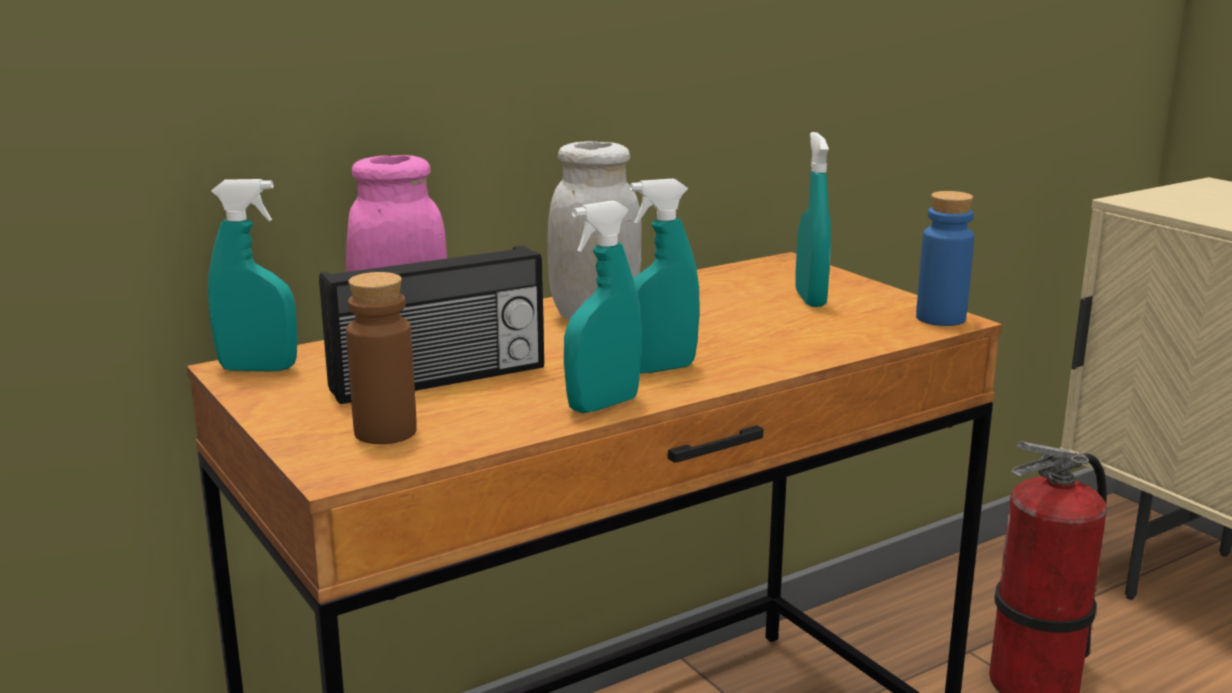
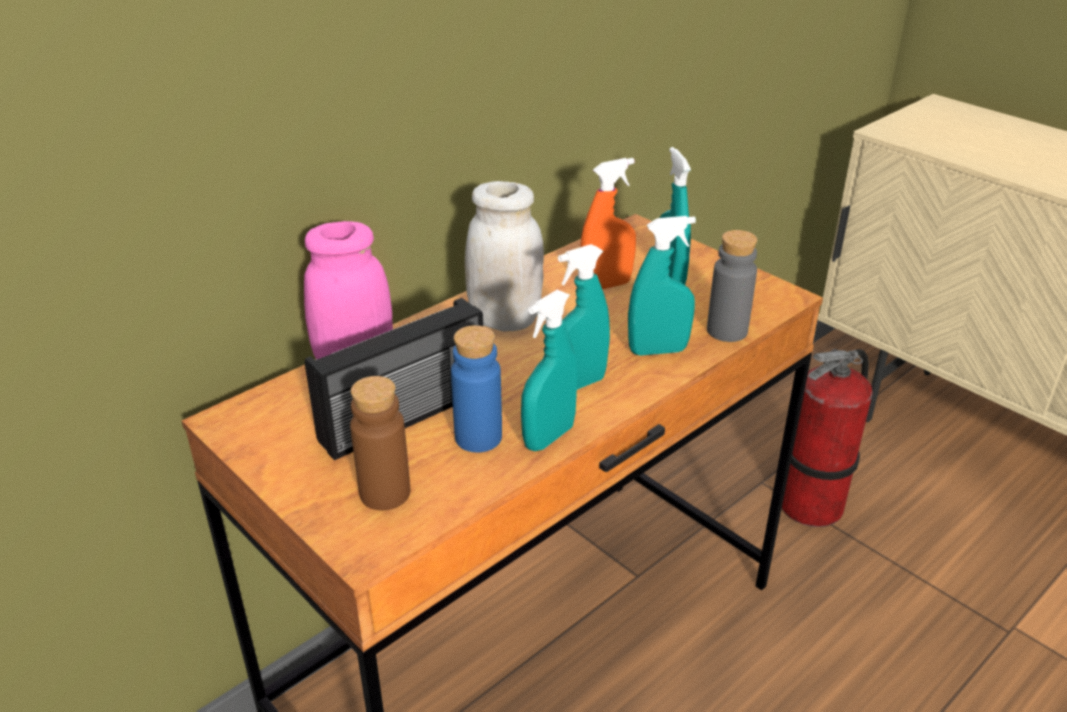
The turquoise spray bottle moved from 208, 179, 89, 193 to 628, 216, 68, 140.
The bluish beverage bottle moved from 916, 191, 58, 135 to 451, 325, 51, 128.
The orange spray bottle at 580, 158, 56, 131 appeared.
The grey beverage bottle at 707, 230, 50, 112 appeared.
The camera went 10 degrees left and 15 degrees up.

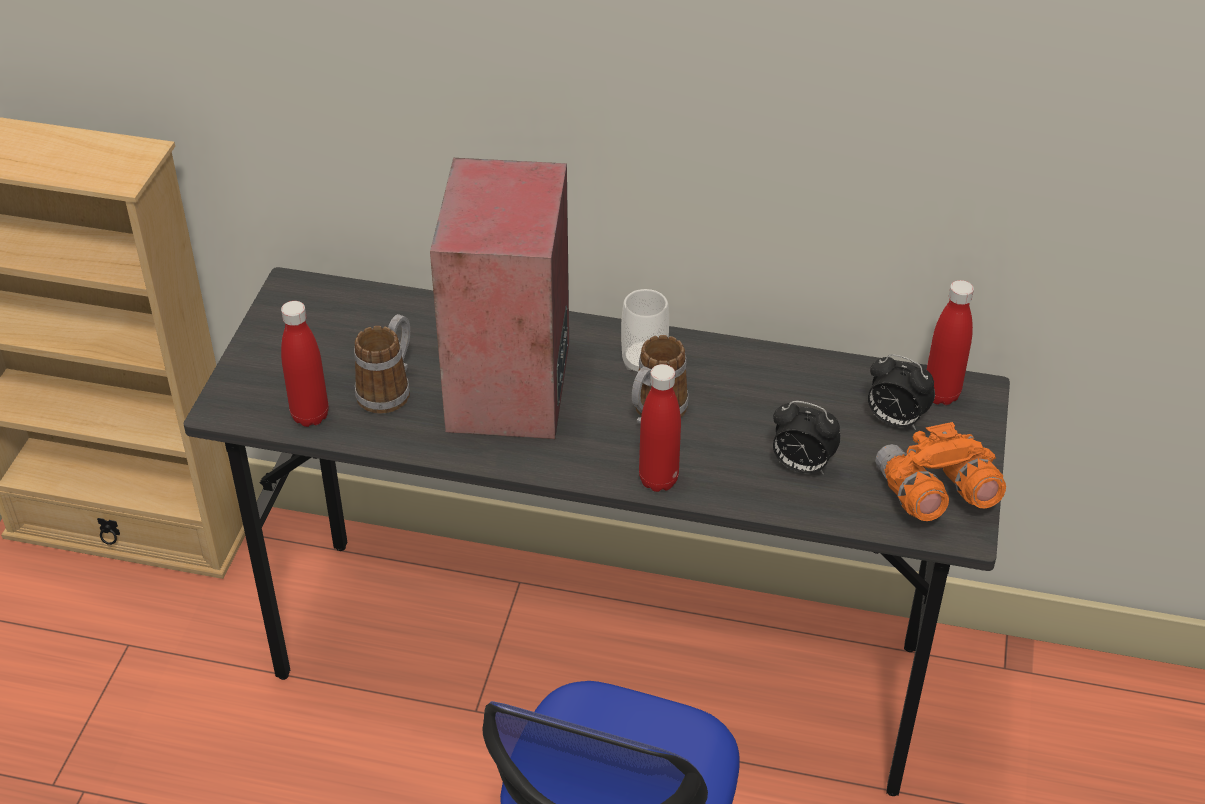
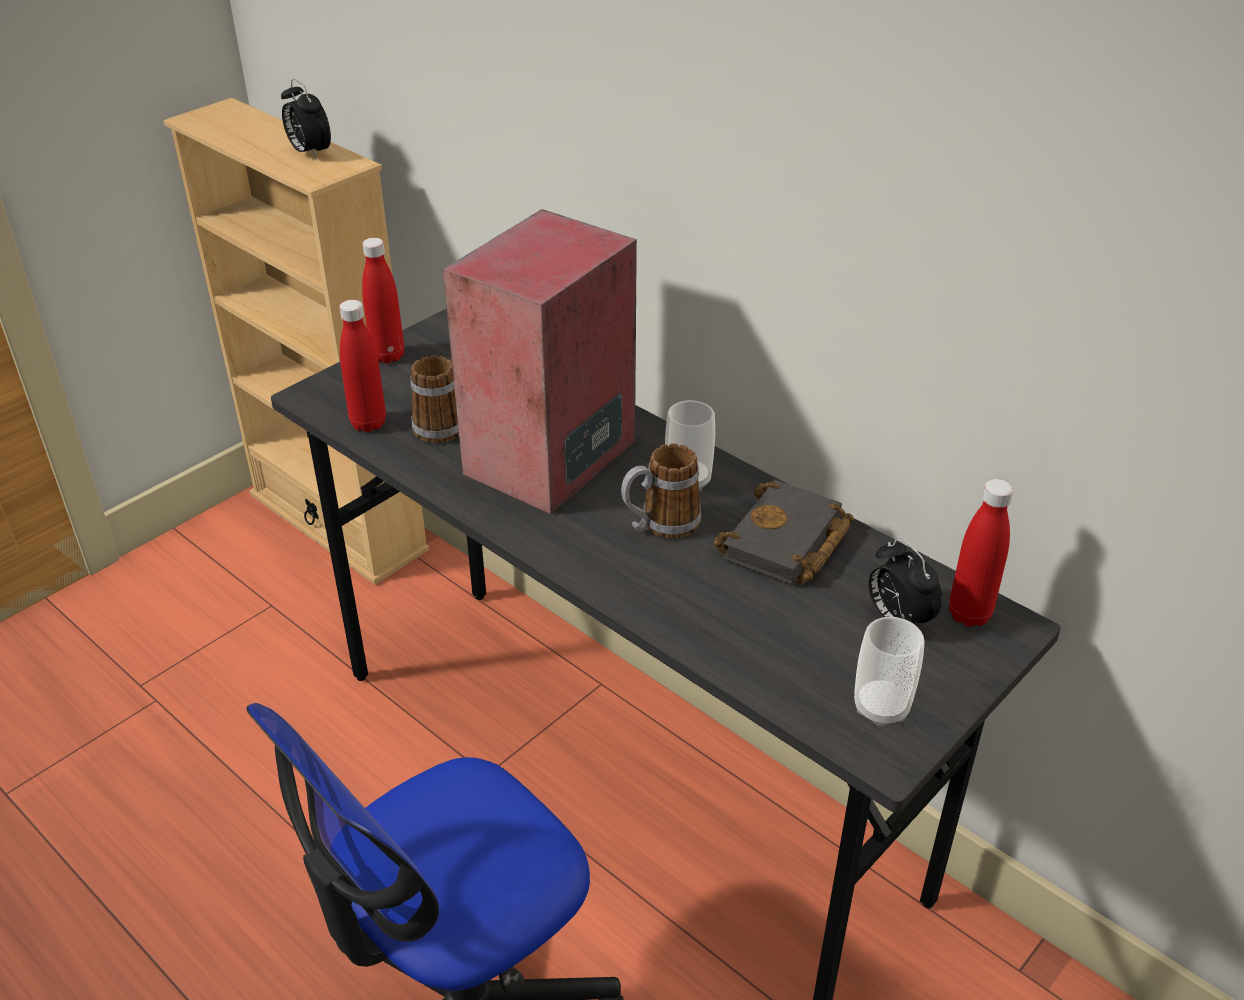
The red beverage bottle moved from 639, 364, 42, 128 to 362, 238, 42, 126.
The alarm clock moved from 773, 401, 68, 73 to 281, 79, 50, 80.
The orange binoculars at 875, 422, 131, 99 was replaced by the small cup at 854, 617, 71, 109.
The black-coloured bound book at 713, 480, 141, 104 appeared.
The camera went 30 degrees right and 5 degrees down.

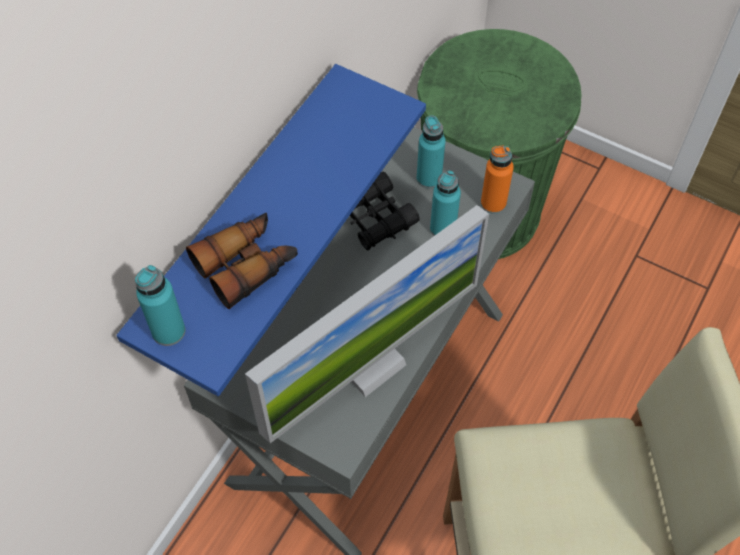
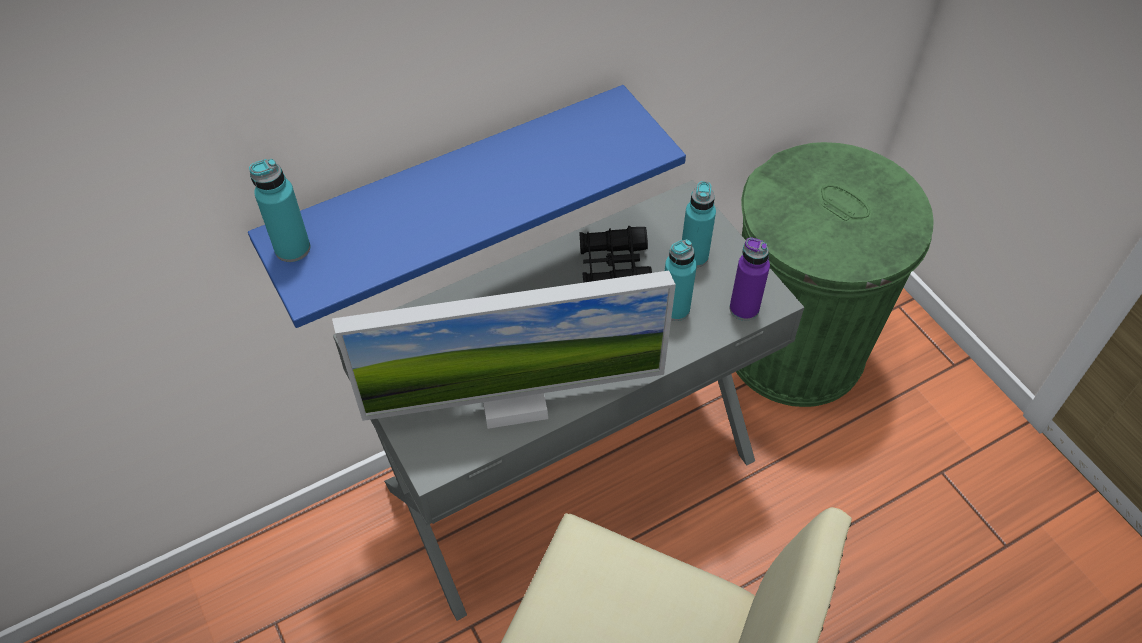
The orange beverage bottle at 481, 145, 33, 69 became the purple beverage bottle at 729, 237, 41, 84.
The binoculars at 186, 213, 112, 96 disappeared.
The camera went 30 degrees right and 5 degrees down.

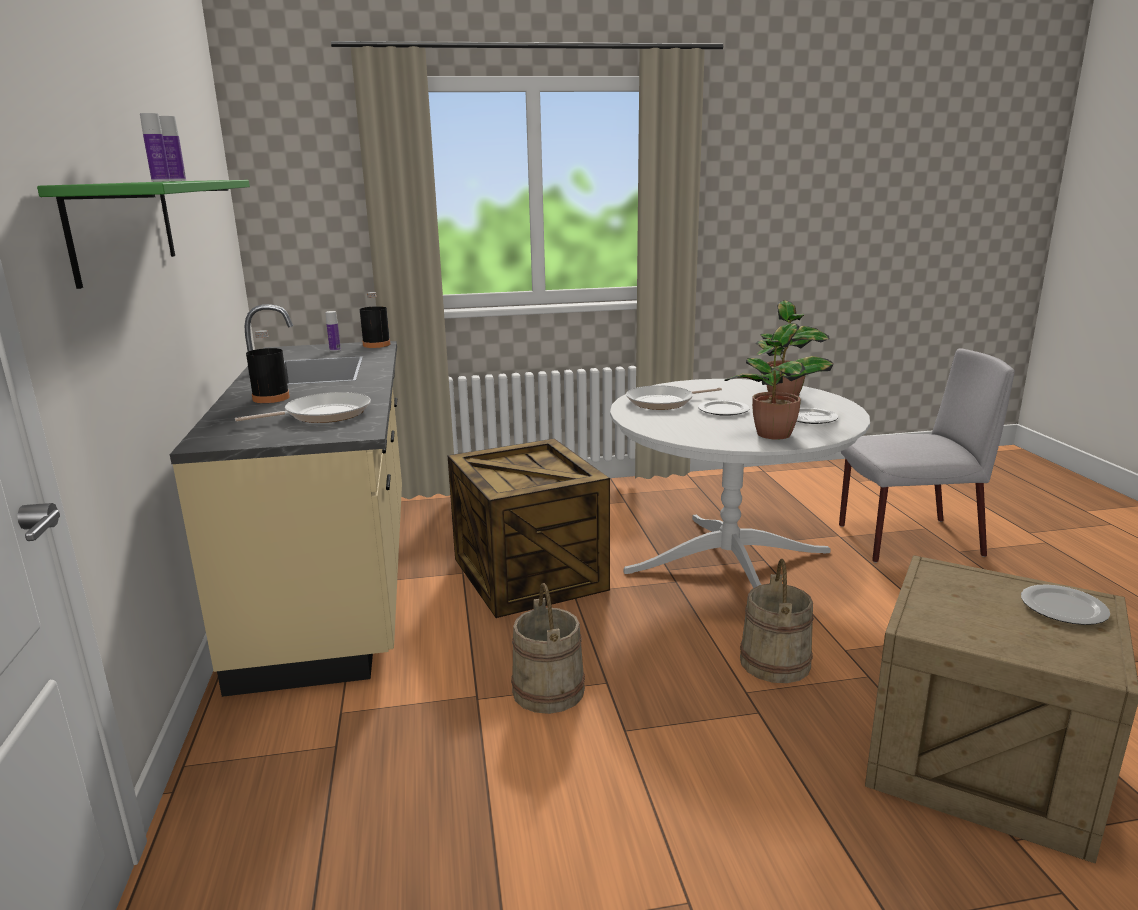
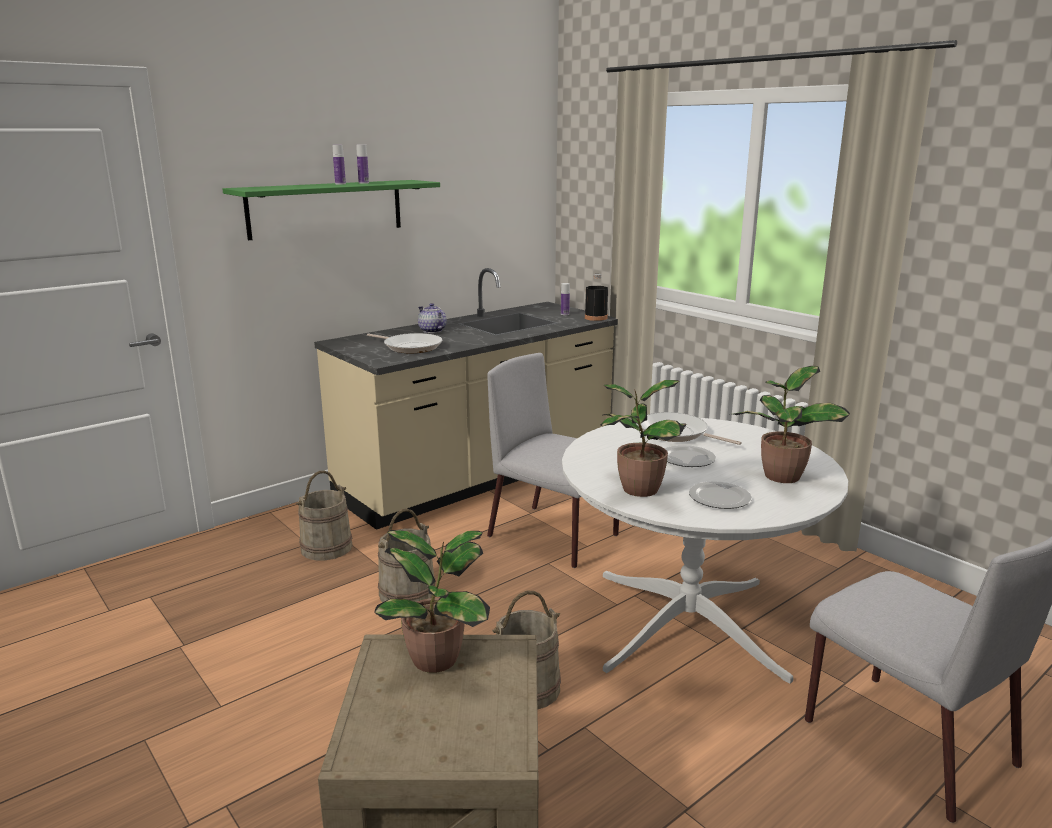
The black-coloured beverage bottle at 246, 330, 44, 73 was replaced by the tea pot at 418, 303, 28, 30.
The packing crate at 447, 438, 163, 180 was replaced by the grey upright chair at 487, 353, 132, 215.
The plate at 1021, 584, 89, 41 disappeared.
The beige-coloured water bucket at 296, 471, 57, 90 appeared.
The potted plant at 374, 530, 116, 143 appeared.
The camera went 60 degrees right and 0 degrees up.

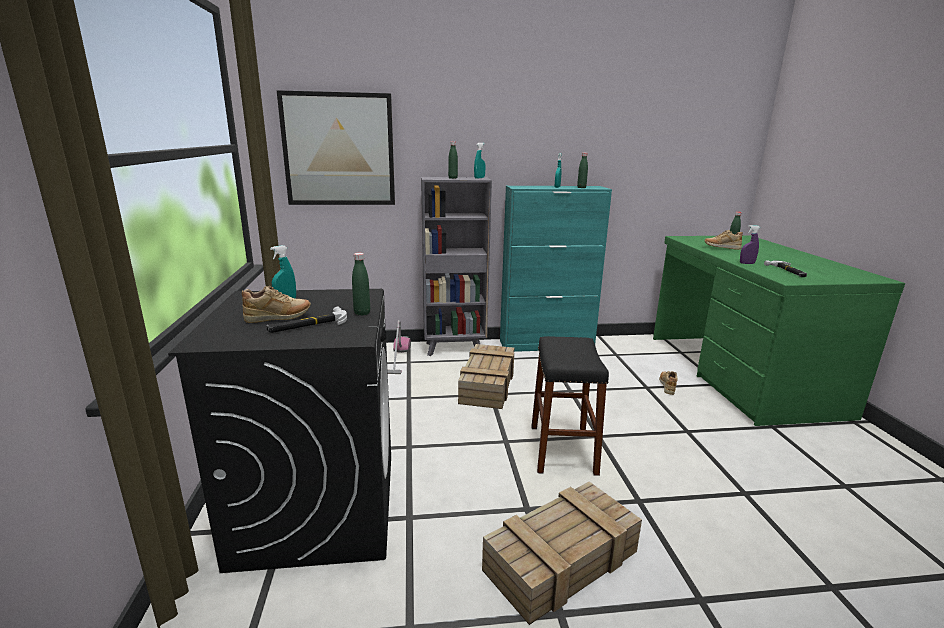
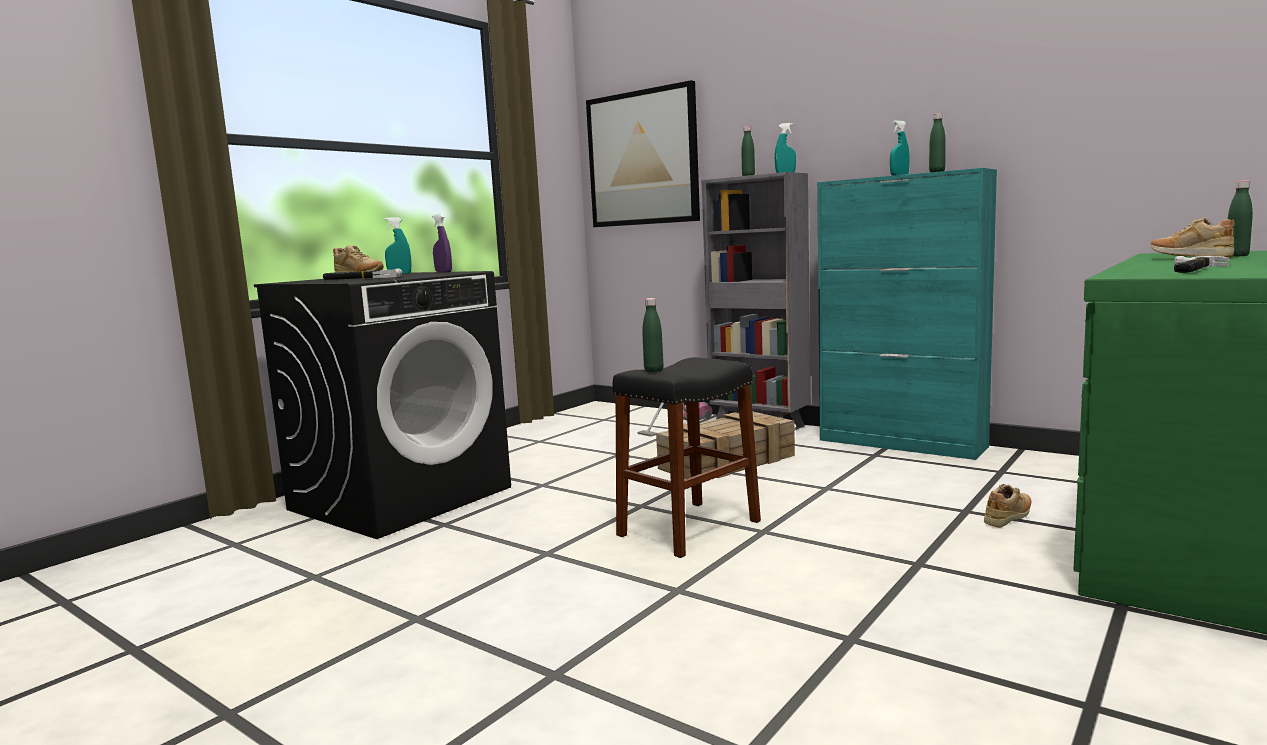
The purple spray bottle moved from 740, 225, 20, 39 to 432, 214, 20, 59.
The greenish beverage bottle moved from 352, 253, 18, 63 to 642, 298, 21, 74.
The packing crate at 482, 481, 160, 144 disappeared.
The camera went 45 degrees right and 10 degrees down.

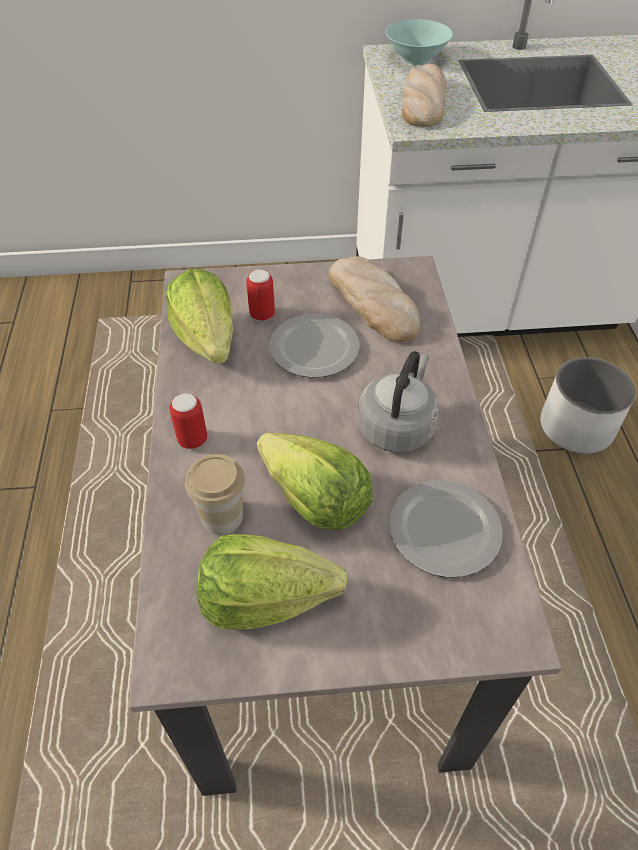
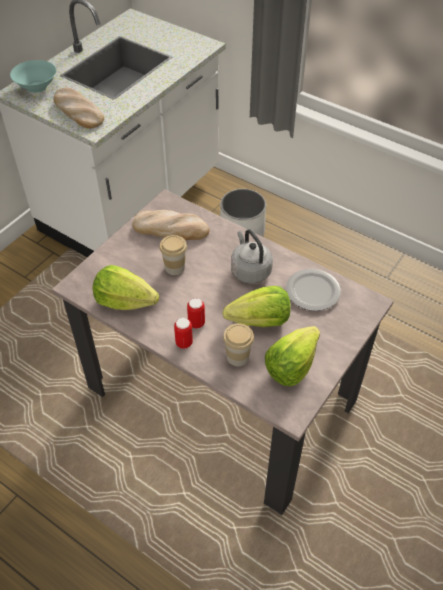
The can moved from 246, 270, 29, 51 to 187, 298, 18, 31.
The plate at 269, 314, 91, 64 was replaced by the small cup at 159, 235, 28, 40.
The camera went 50 degrees left and 0 degrees up.

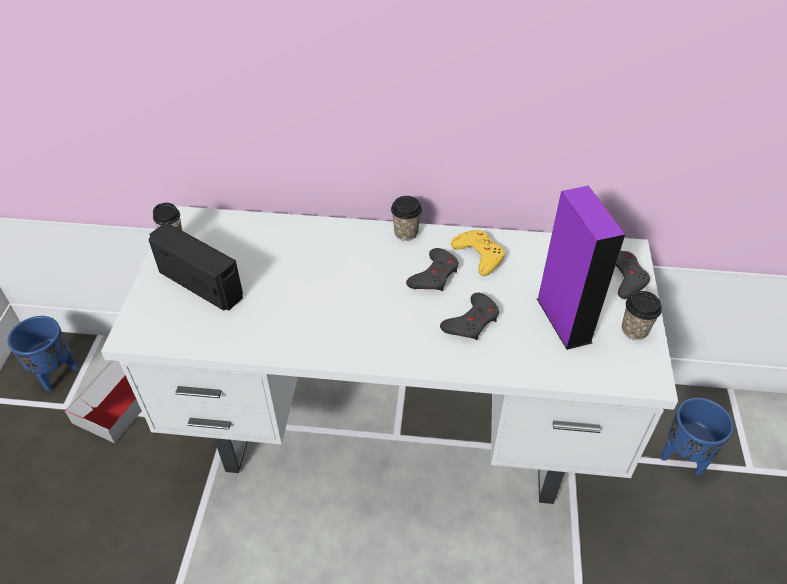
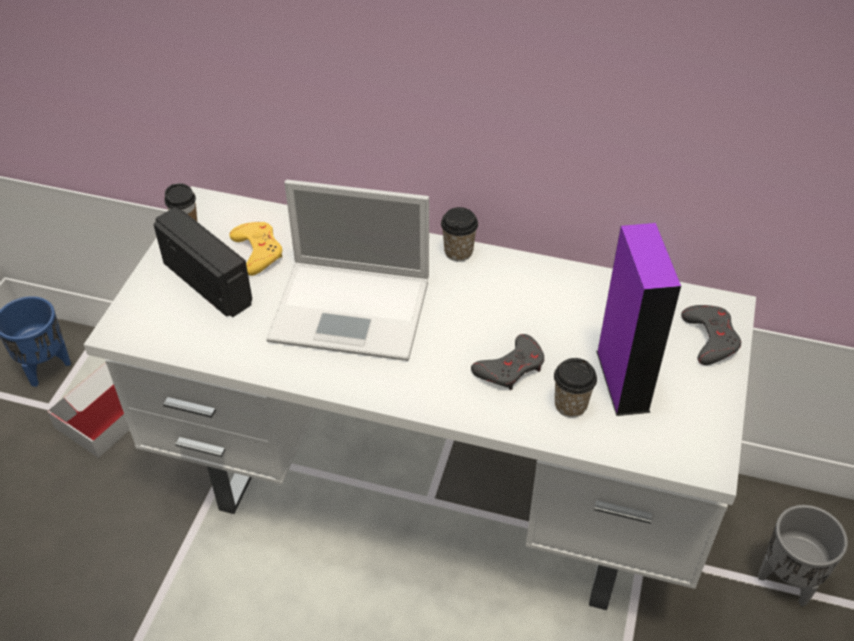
The yellowish joypad moved from 451, 230, 54, 46 to 229, 222, 53, 54.
The grey joypad at 406, 248, 53, 43 disappeared.
The small cup moved from 622, 291, 40, 49 to 554, 358, 43, 60.
The bluish plant pot at 661, 398, 73, 78 became the grey plant pot at 758, 505, 90, 102.
The notebook computer at 266, 180, 163, 181 appeared.
The camera went 10 degrees right and 0 degrees up.

